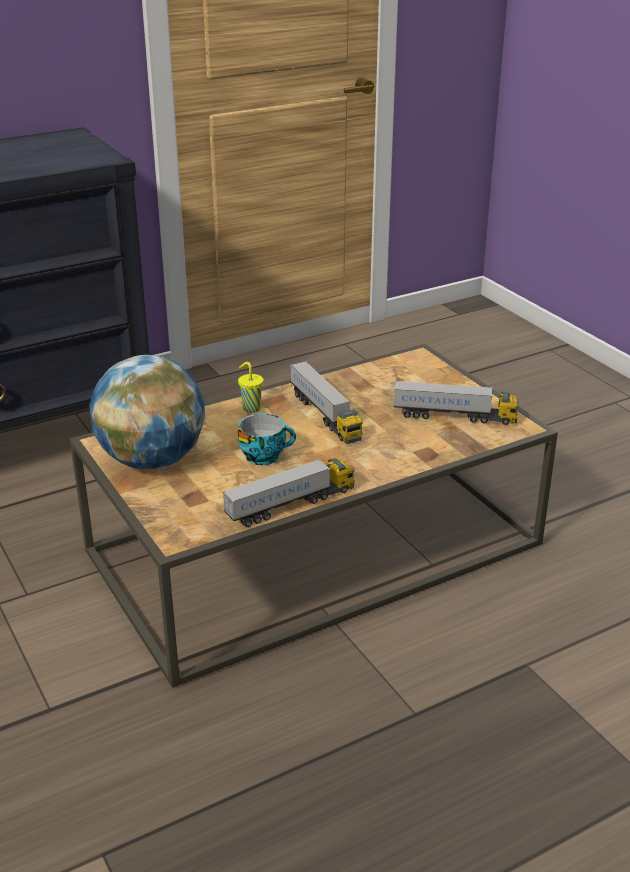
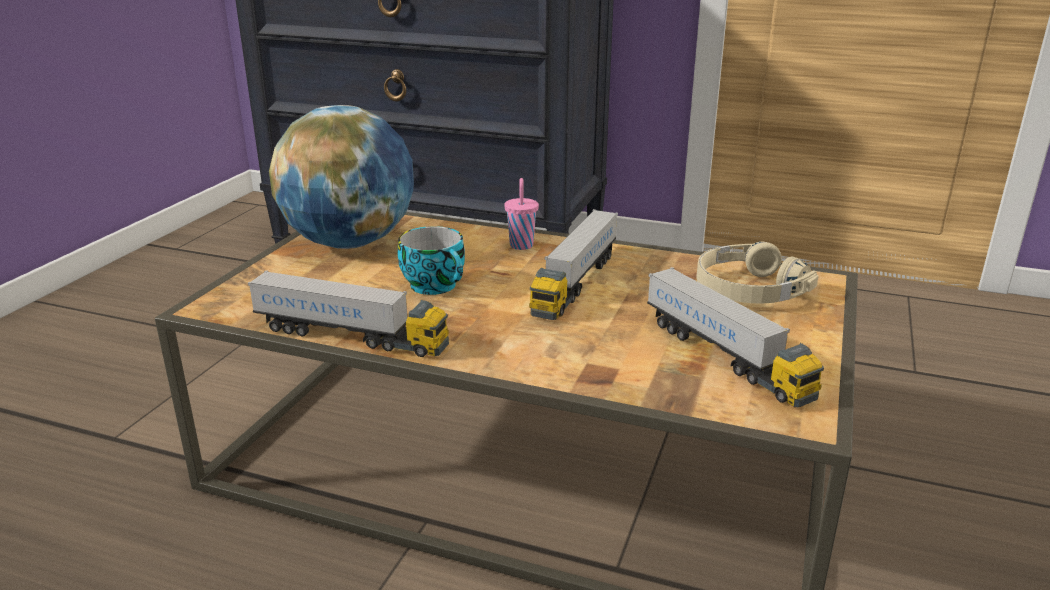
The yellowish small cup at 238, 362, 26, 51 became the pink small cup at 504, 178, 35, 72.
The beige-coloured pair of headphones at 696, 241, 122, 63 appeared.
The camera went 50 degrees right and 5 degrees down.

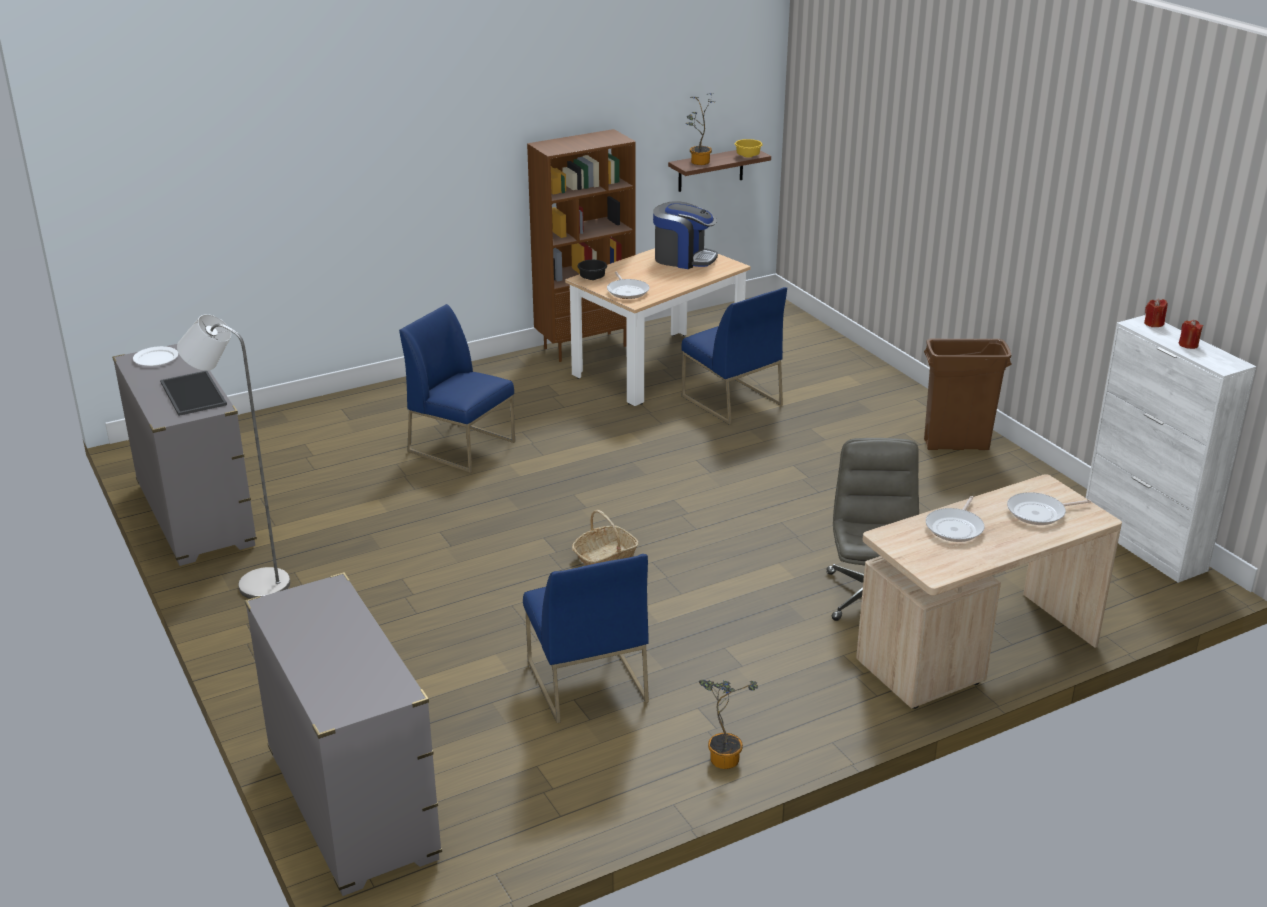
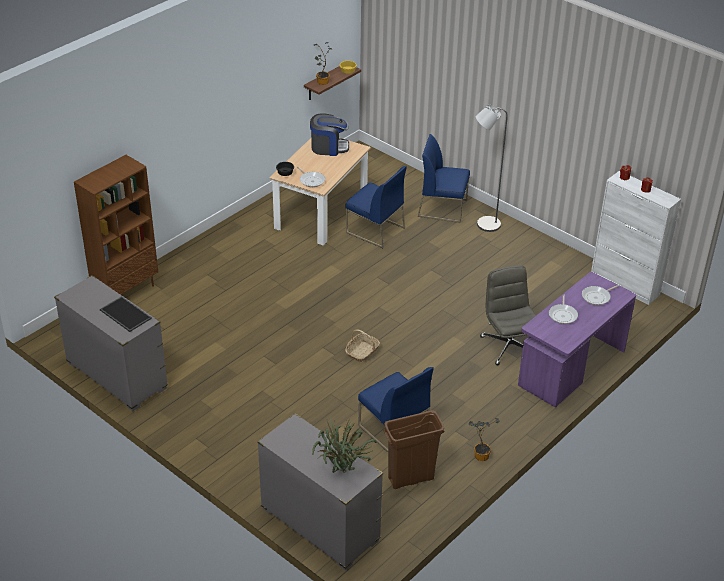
The brownish bookcase moved from 527, 129, 109, 233 to 74, 155, 84, 140.
The bluish upright chair moved from 399, 304, 116, 169 to 418, 134, 52, 89.
The grey standing lamp moved from 177, 314, 113, 285 to 476, 104, 32, 128.
The brownish waste bin moved from 924, 339, 88, 111 to 384, 410, 60, 79.
The whitish plate at 133, 346, 45, 20 disappeared.
The beige-coloured desk at 856, 474, 266, 235 became the purple desk at 518, 272, 118, 136.
The potted plant at 312, 415, 64, 58 appeared.
The camera went 20 degrees left and 10 degrees up.

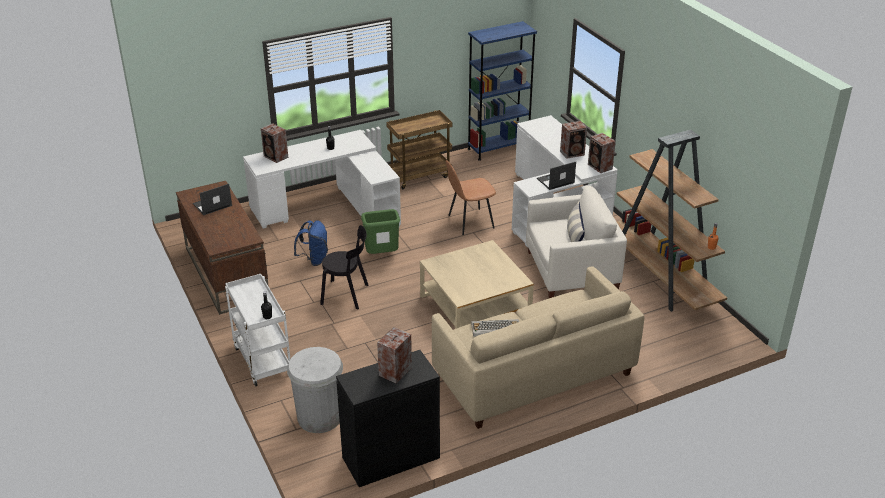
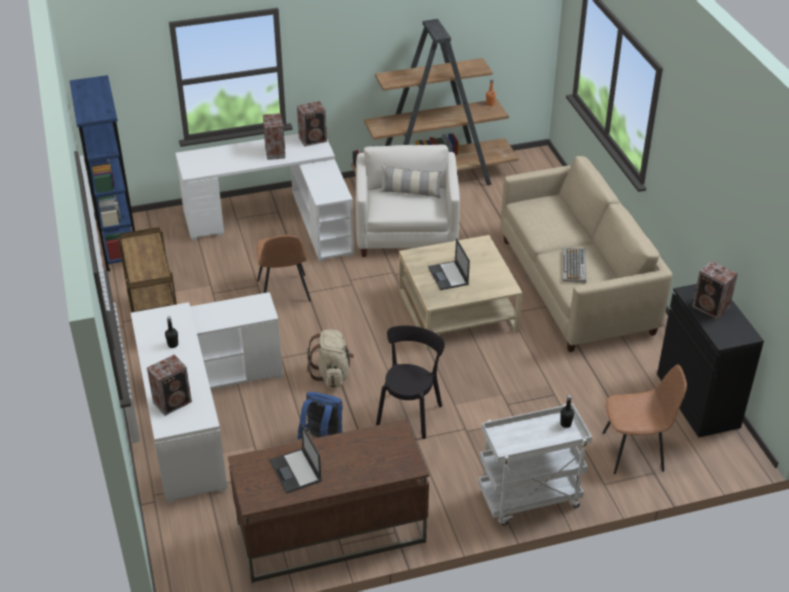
The notebook computer moved from 537, 162, 39, 28 to 428, 238, 42, 52.
The greenish waste bin at 361, 209, 39, 45 was replaced by the beige-coloured backpack at 307, 329, 47, 59.
The whitish waste bin at 287, 347, 56, 86 was replaced by the brownish upright chair at 603, 365, 84, 109.
The camera went 80 degrees left and 5 degrees up.

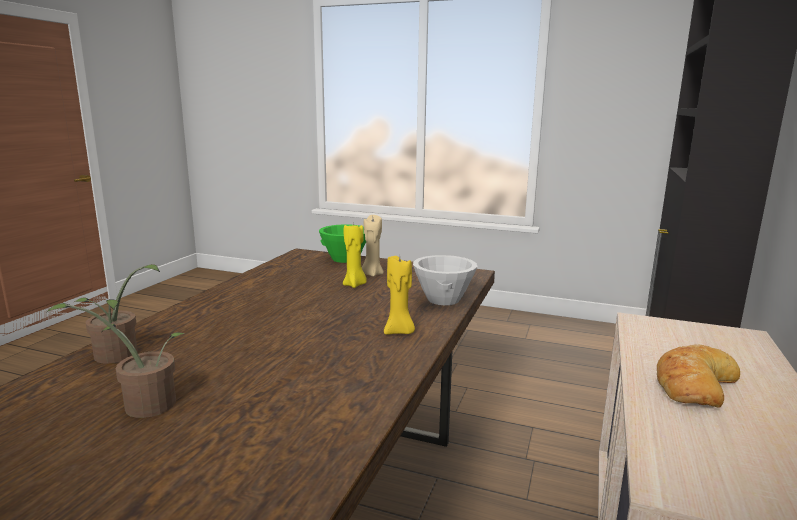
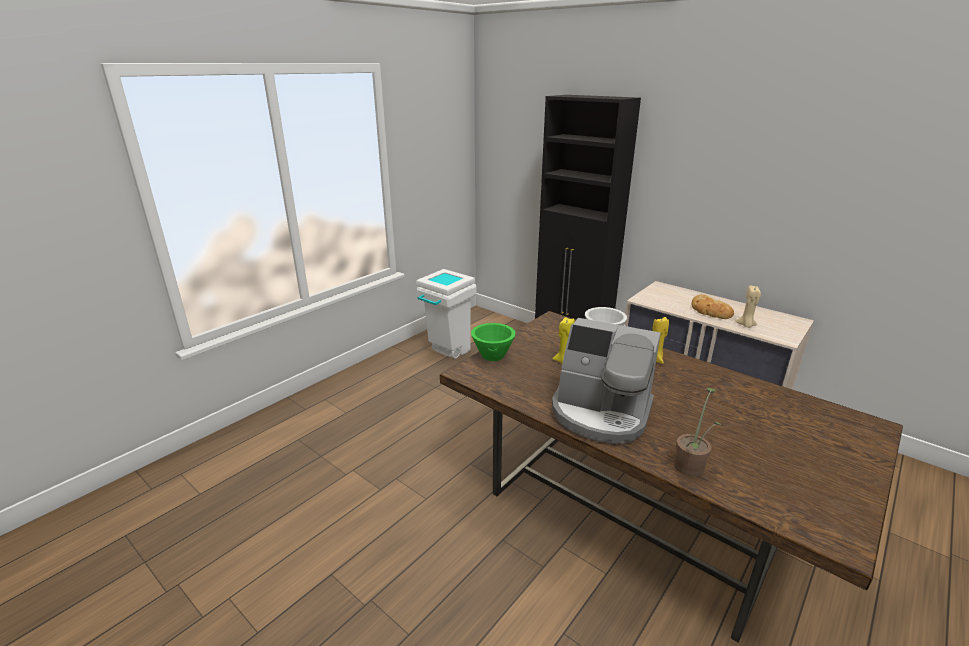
The beige-coloured wax light moved from 362, 215, 22, 62 to 735, 286, 26, 42.
The potted plant at 45, 303, 140, 115 disappeared.
The whitish waste bin at 416, 269, 60, 90 appeared.
The coffee brewer at 552, 318, 109, 126 appeared.
The camera went 70 degrees left and 10 degrees up.

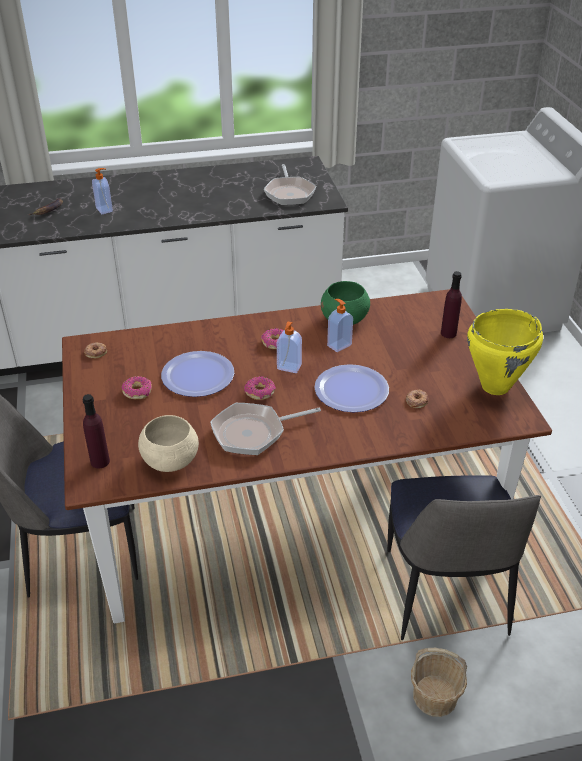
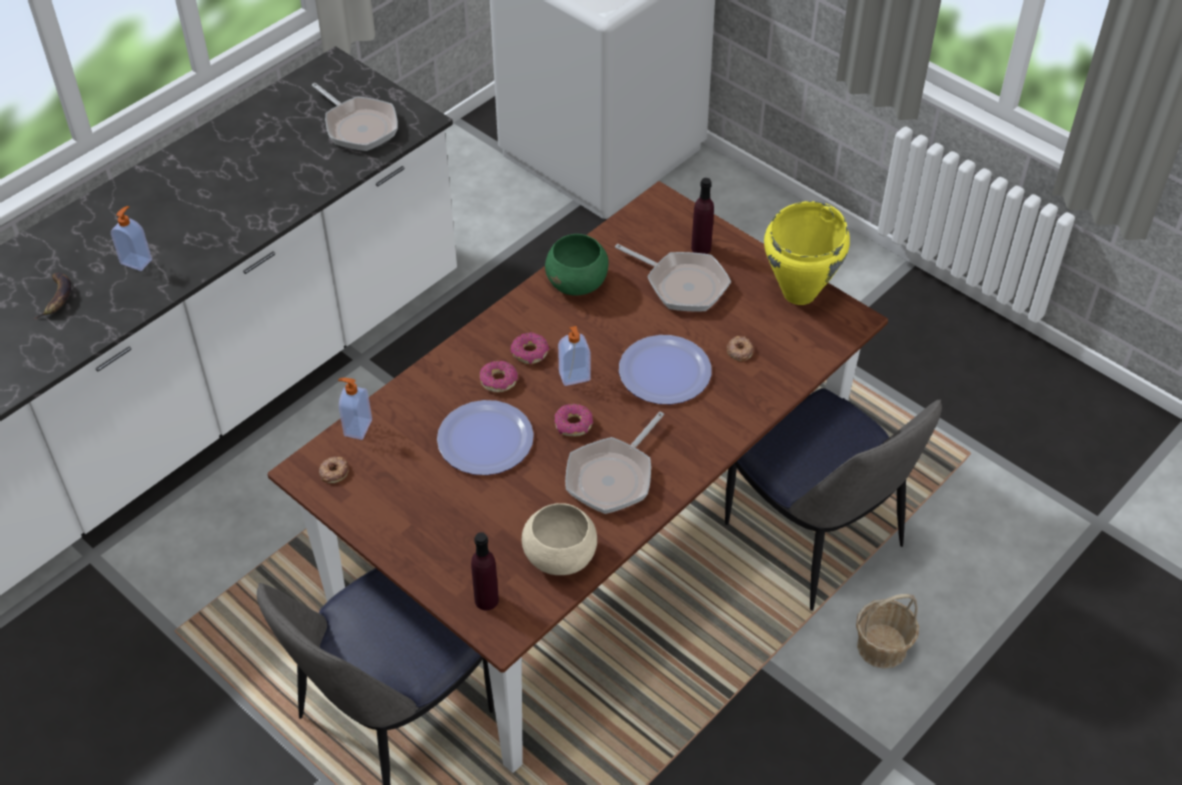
The liquid soap bottle moved from 327, 299, 26, 53 to 338, 378, 34, 62.
The doughnut moved from 122, 376, 30, 23 to 480, 361, 38, 31.
The frying pan at 615, 244, 116, 68 appeared.
The camera went 35 degrees left and 10 degrees up.

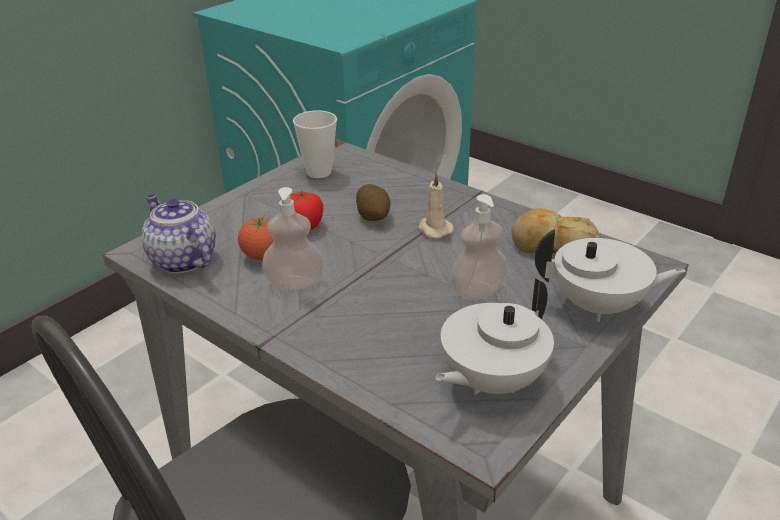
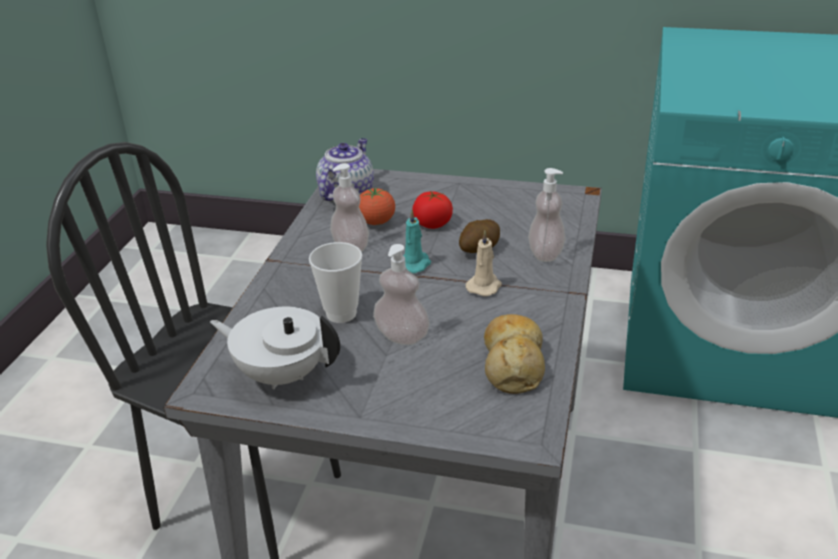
The small cup moved from 293, 110, 44, 68 to 309, 242, 53, 81.
The whitish tea pot at 535, 229, 151, 93 disappeared.
The liquid soap bottle at 528, 168, 38, 94 appeared.
The turquoise wax light at 403, 210, 28, 63 appeared.
The camera went 65 degrees right and 0 degrees up.

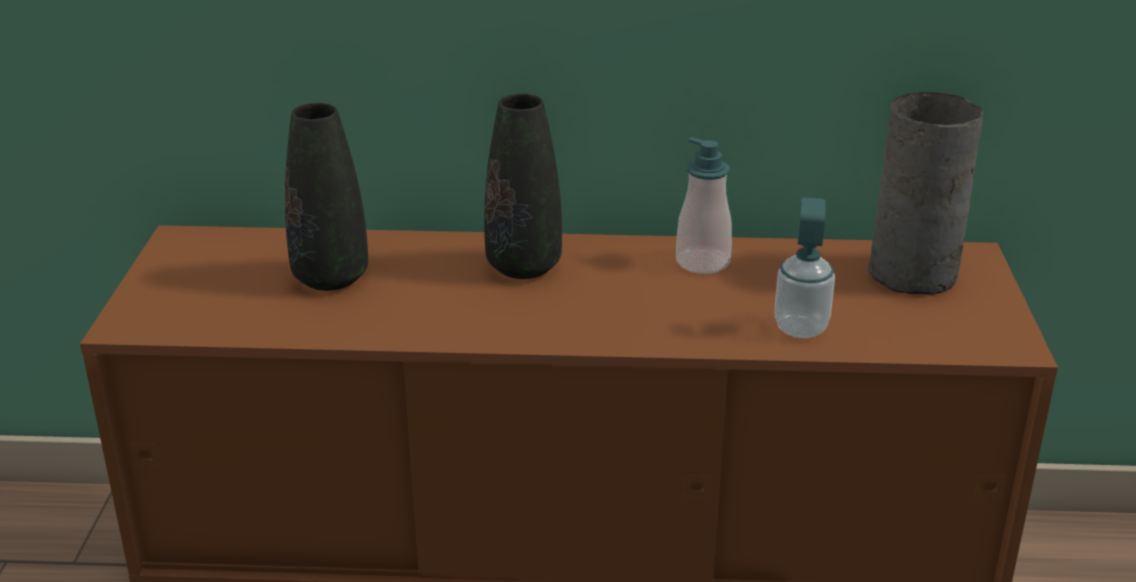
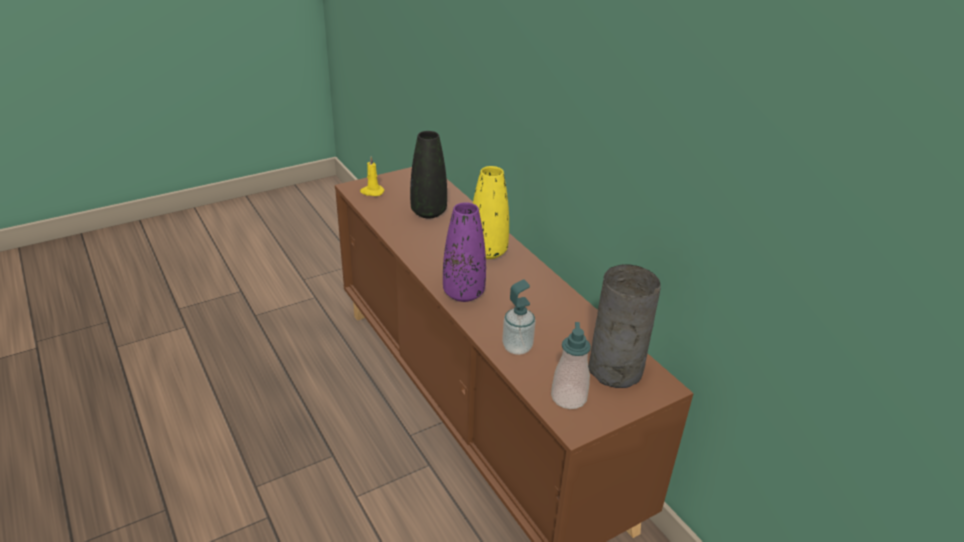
The black-coloured vase at 484, 94, 78, 185 became the yellowish vase at 473, 166, 36, 93.
The liquid soap bottle moved from 676, 137, 56, 137 to 551, 322, 40, 87.
The yellowish wax light at 360, 156, 25, 40 appeared.
The purple vase at 443, 202, 43, 100 appeared.
The camera went 55 degrees right and 5 degrees up.

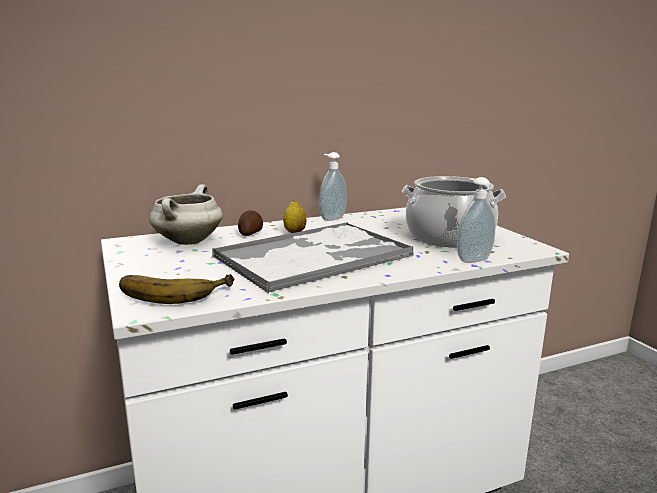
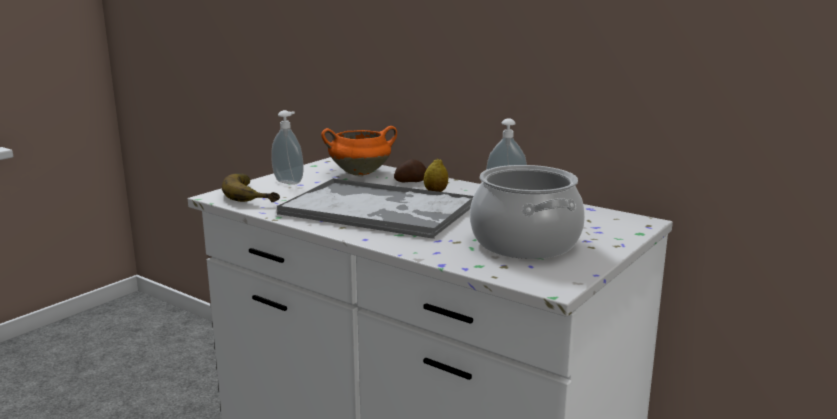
The liquid soap bottle moved from 457, 177, 38, 86 to 271, 110, 33, 75.
The whitish cooking pot at 149, 184, 74, 61 became the orange cooking pot at 321, 126, 76, 50.
The camera went 60 degrees right and 0 degrees up.

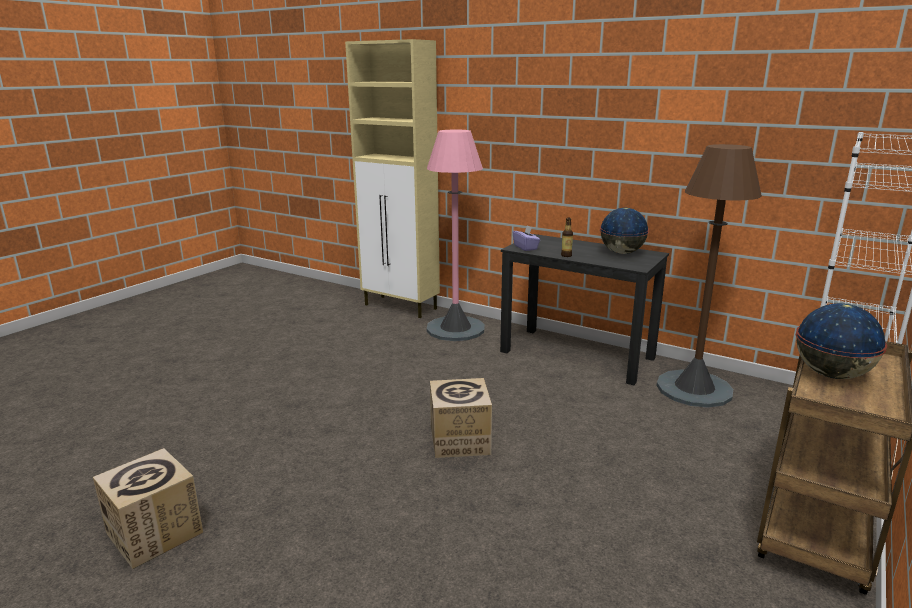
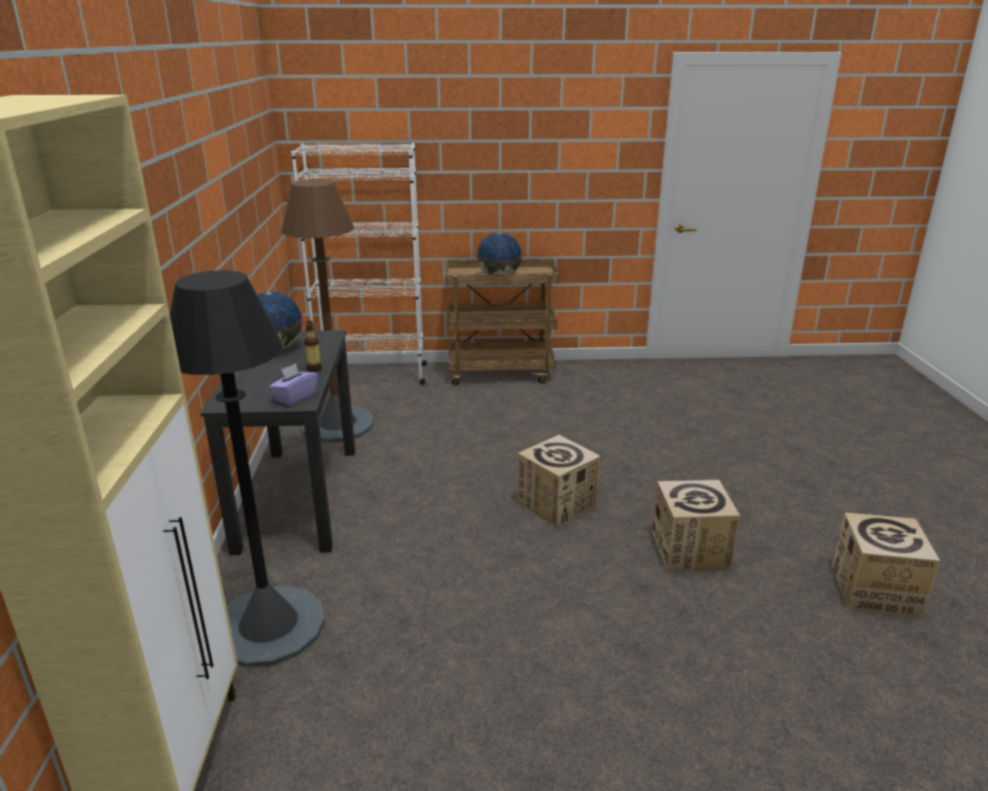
The pink standing lamp at 427, 130, 58, 211 became the black-coloured standing lamp at 170, 270, 155, 398.
The packing box at 652, 480, 88, 91 appeared.
The camera went 125 degrees left and 5 degrees up.

